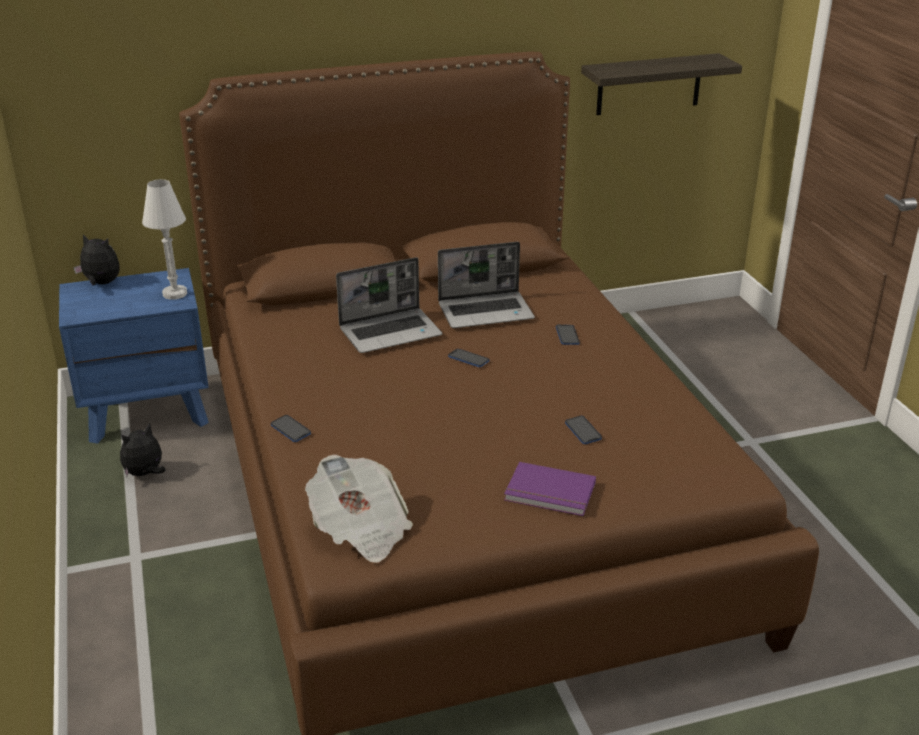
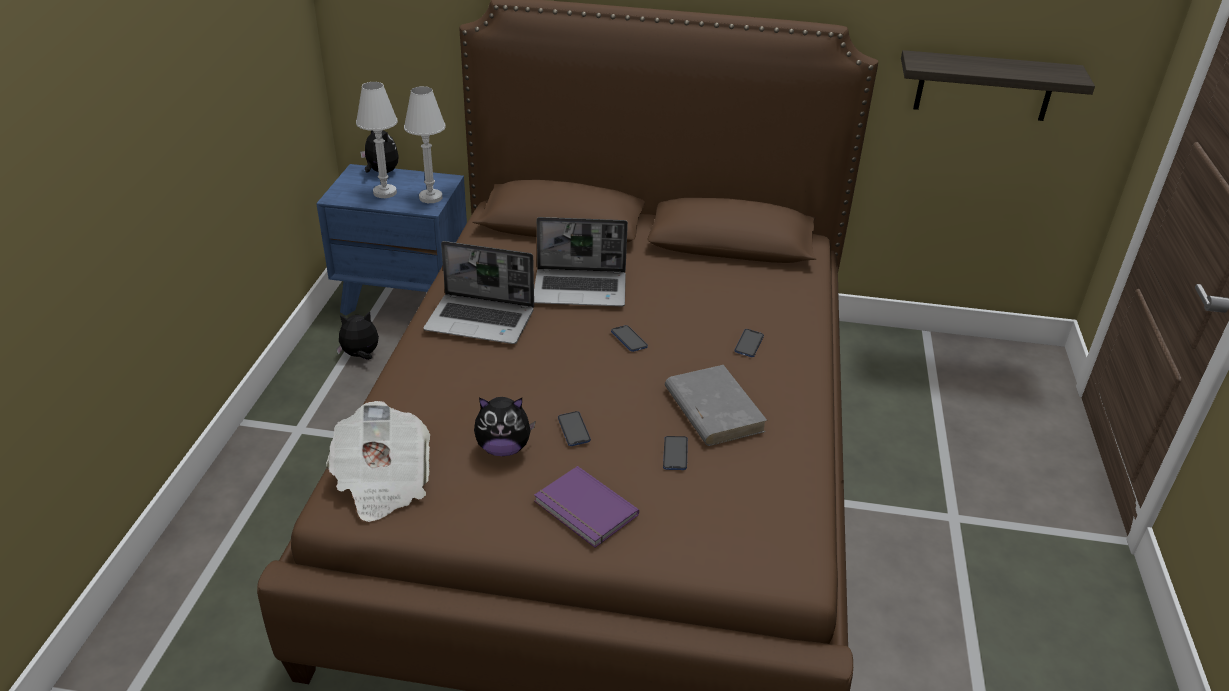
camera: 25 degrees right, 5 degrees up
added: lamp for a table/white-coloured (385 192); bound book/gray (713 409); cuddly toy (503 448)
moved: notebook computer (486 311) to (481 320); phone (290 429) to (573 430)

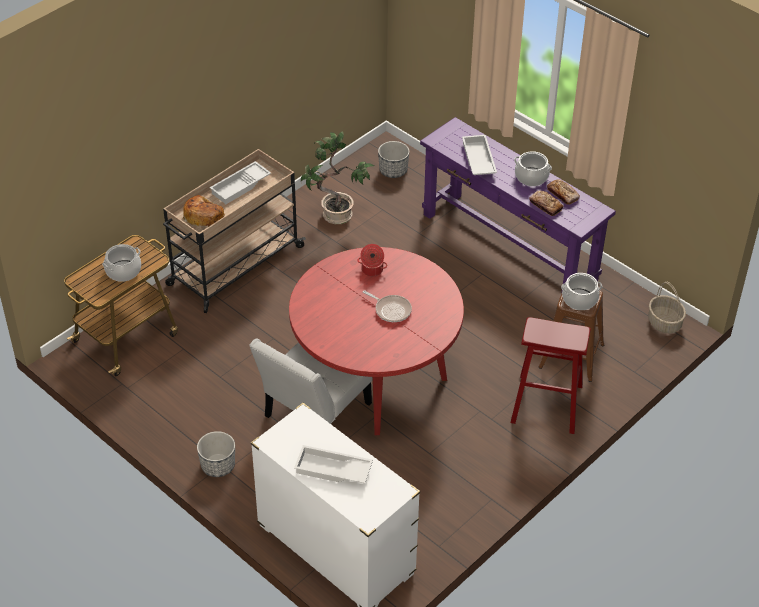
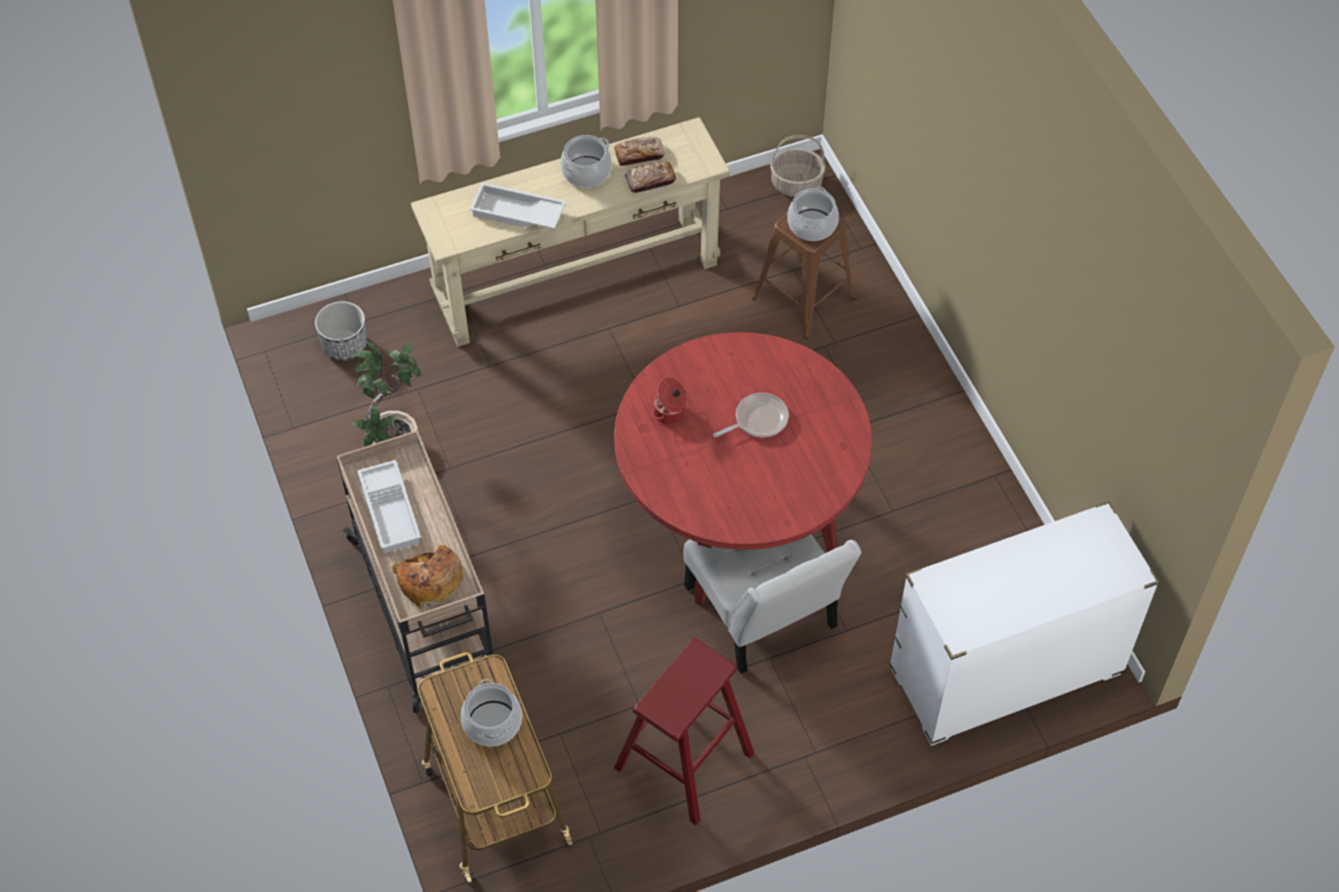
camera: 65 degrees left, 10 degrees up
removed: flower pot (218 465); serving tray/white-coloured (332 470)
moved: stool/red-coloured (546 403) to (684 761)
recoloured: narrow table/purplish (508 247) to narrow table/beige (576 280)

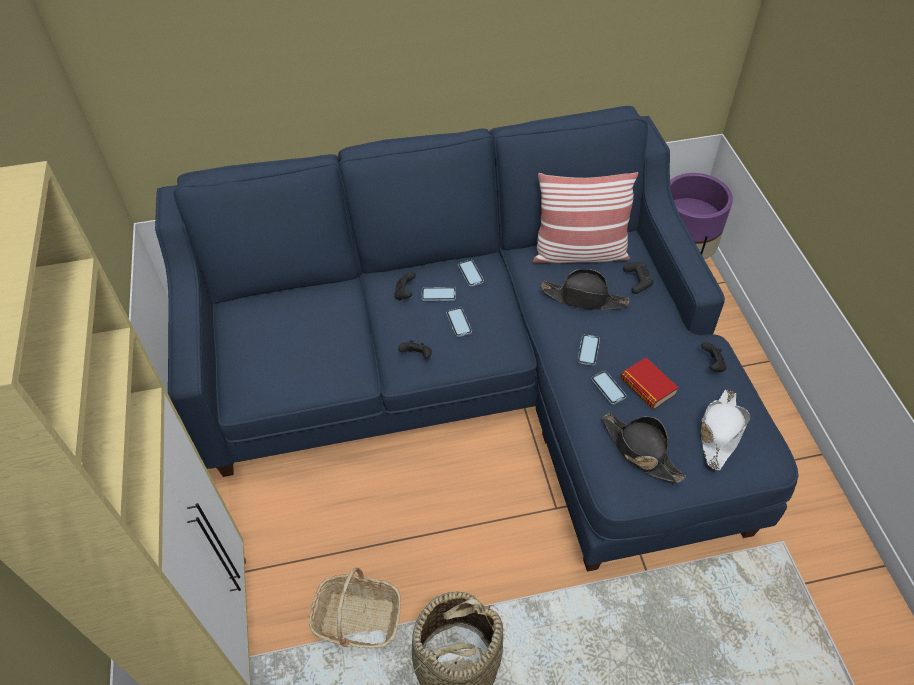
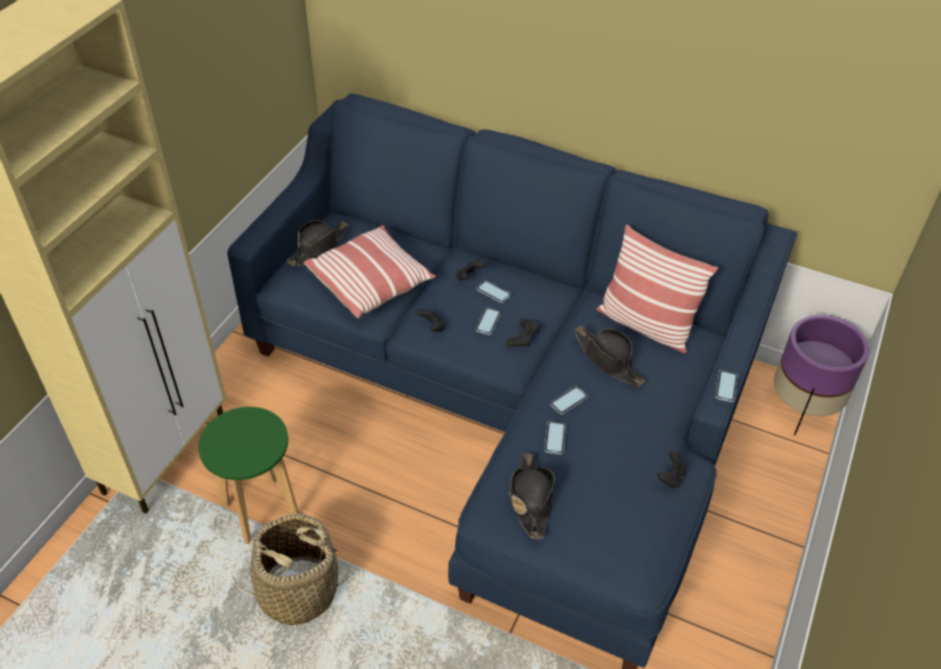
camera: 35 degrees right, 5 degrees down
removed: bound book (647 387); wearable hat/white-coloured (720 432)
added: wearable hat/black (319 247); cushion (371 283)
moved: phone (470 274) to (726 387); gamepad/black (637 280) to (523 338)
replaced: household basket (357 618) to stool/greenish (260 510)

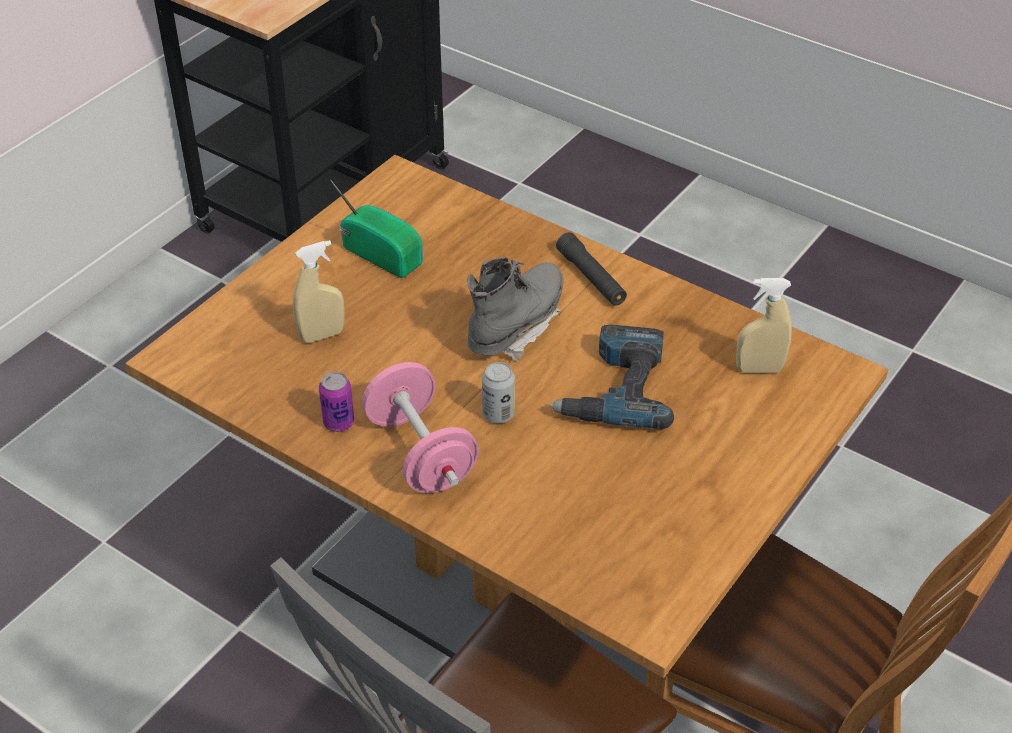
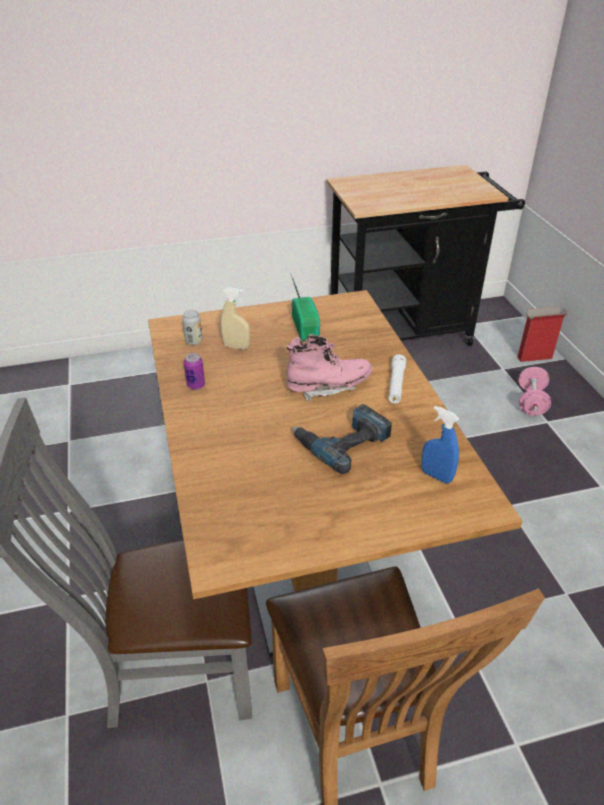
camera: 40 degrees right, 5 degrees down
added: packing box (534 358)
moved: free weight/pink (421 453) to (531 402); metal can (498 414) to (194 341)
recoloured: torch/black (591 278) to torch/white-coloured (396 384); boot/gray (516 327) to boot/pink (328 387); hand sprayer/beige (759 369) to hand sprayer/blue-coloured (436 476)

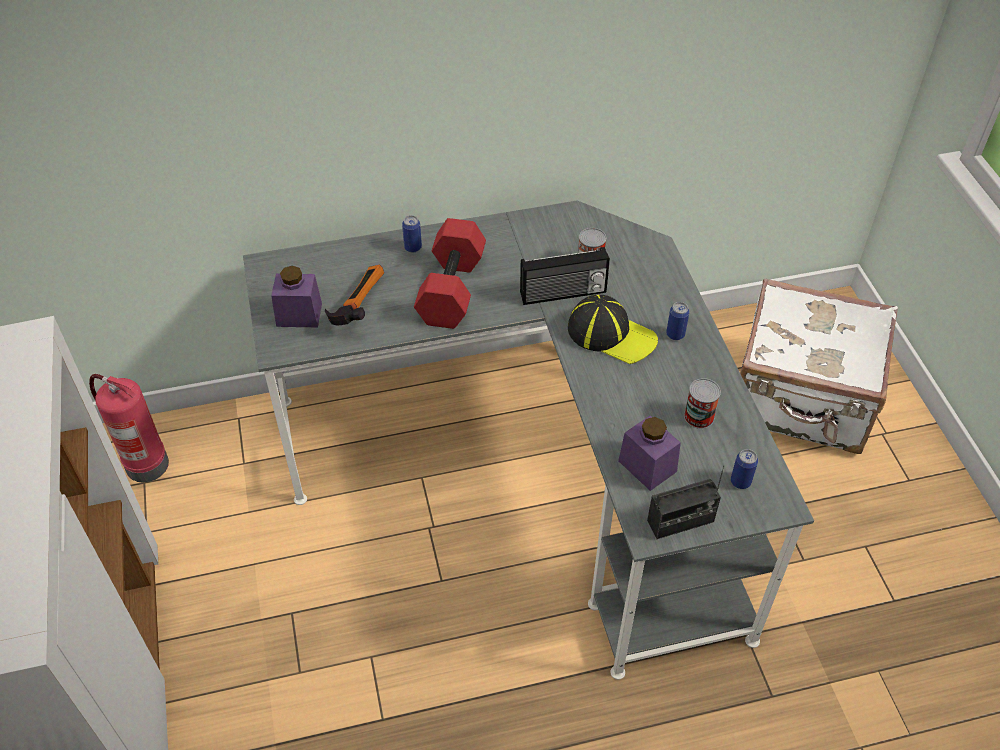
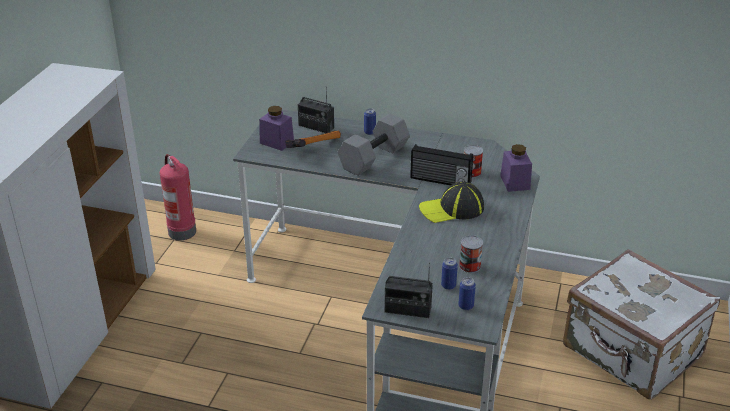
camera: 30 degrees right, 15 degrees down
added: radio set (316 127)
moved: metal can (675 334) to (448 285); storage jar/purplish (647 466) to (515 182)
recoloured: free weight/red-coloured (453 290) to free weight/gray (374 158)
turned: cap (611 334) = (452 209) 105 degrees clockwise

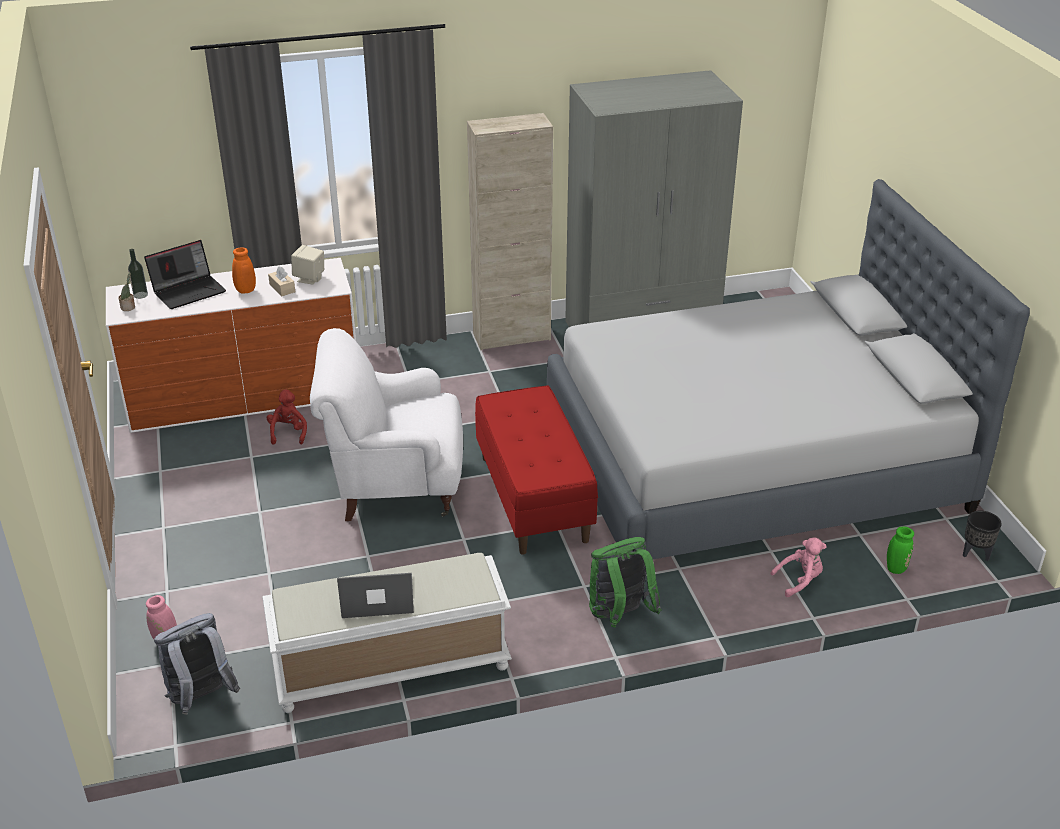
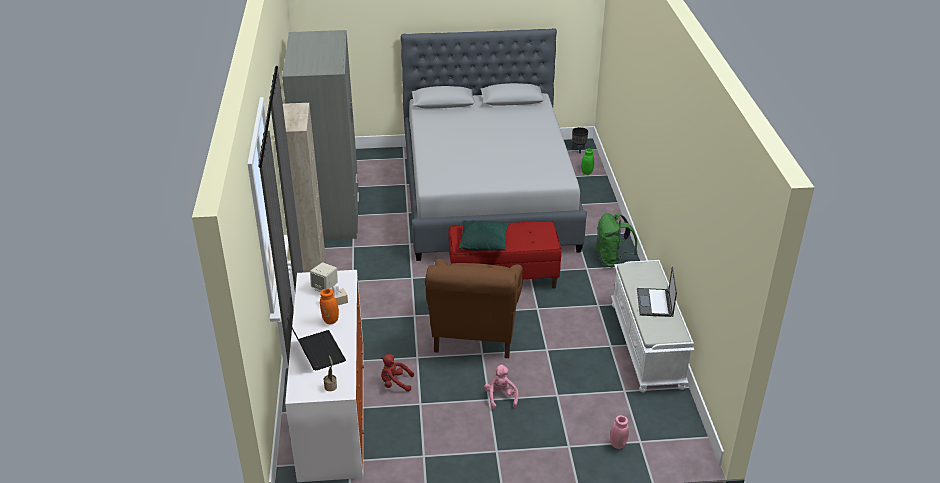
camera: 80 degrees left, 0 degrees up
removed: drink bottle (140 295); knapsack/gray (201 698)
added: cushion/greenish (484 243)
moved: cuddly toy/pink (799 580) to (500 397)
recoloured: armchair/white-coloured (395 485) to armchair/brownish (474 333)

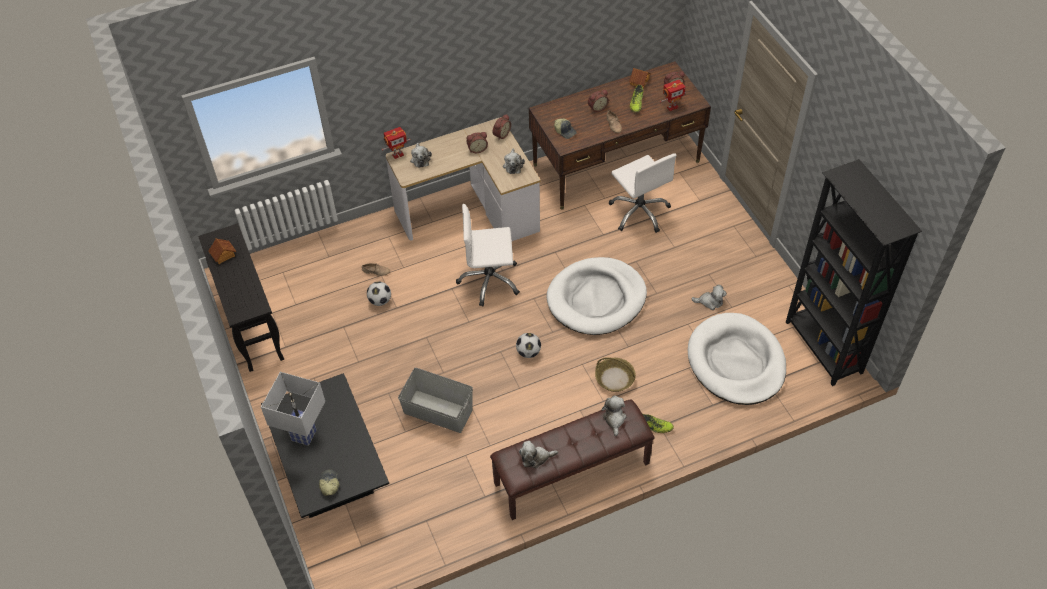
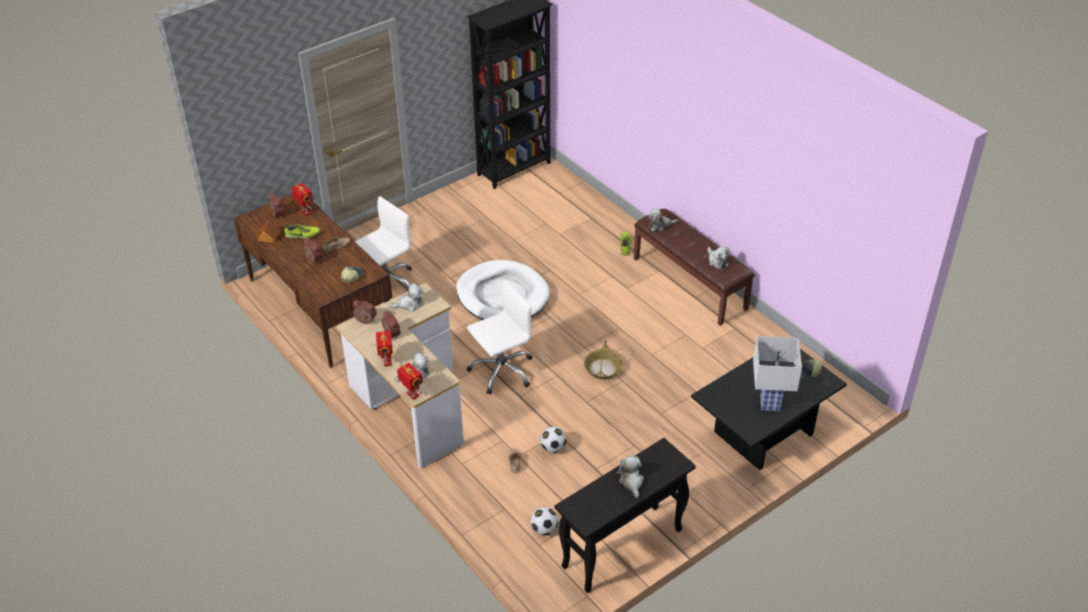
camera: 105 degrees left, 10 degrees down
removed: toy house (223 255); dog bed/white-coloured (736 362); storage bin/gray (438 411)
added: robot figure (386 362)
moved: cuddly toy (710 301) to (631 482); football (528 352) to (544 529); household basket (614 378) to (603 369)
turned: computer chair/white-coloured (489 281) = (501 370) 105 degrees counterclockwise

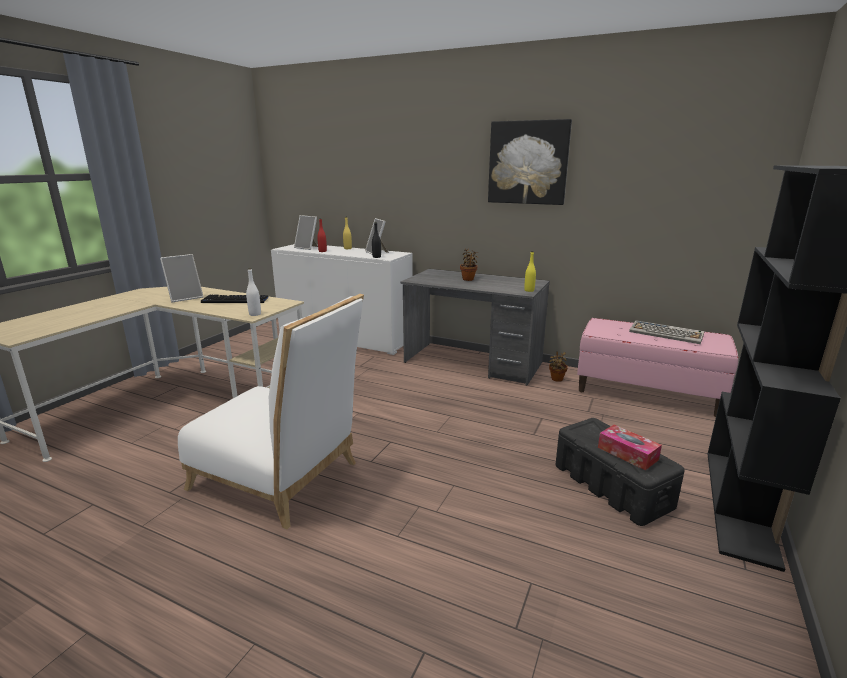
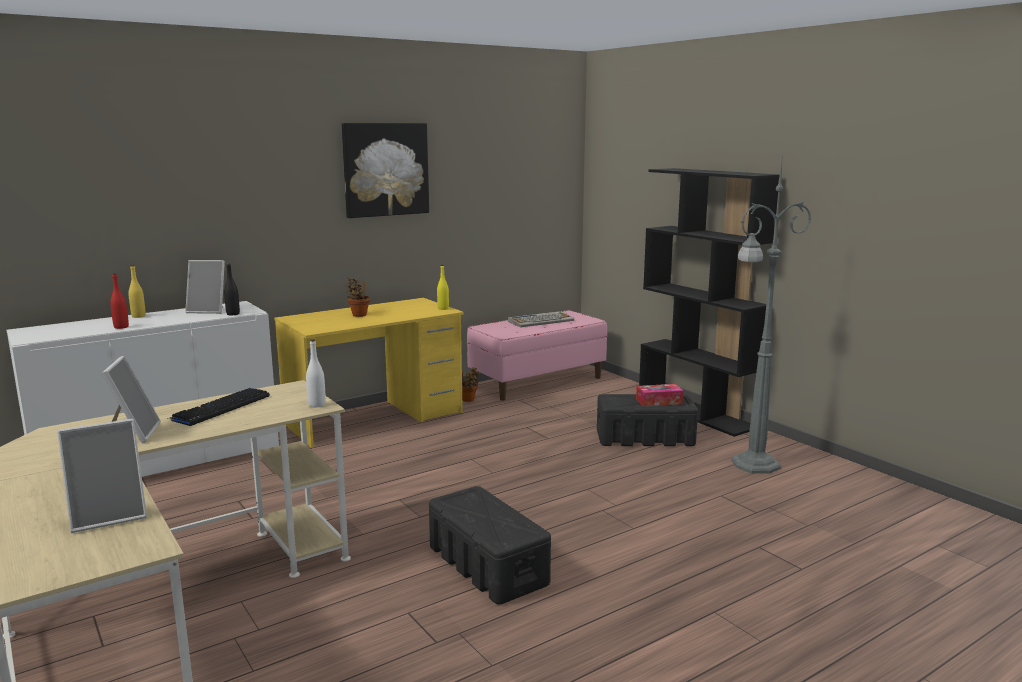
camera: 60 degrees left, 5 degrees down
added: standard lamp/gray (753 464)
moved: photo frame (308 248) to (109 516)
replaced: chair/white-coloured (282 479) to storage bin/black (488 566)
recoloured: desk/gray (472 363) to desk/yellow-coloured (374 419)

